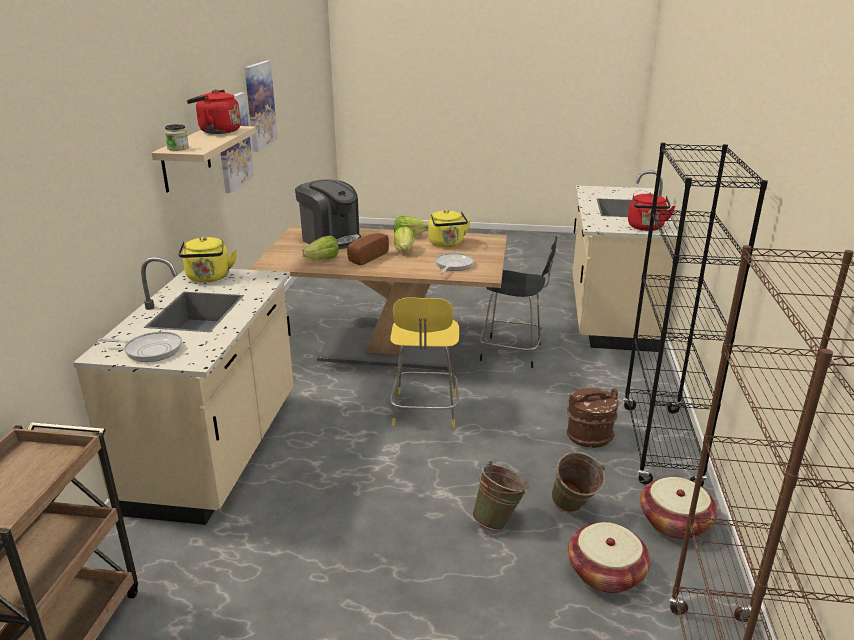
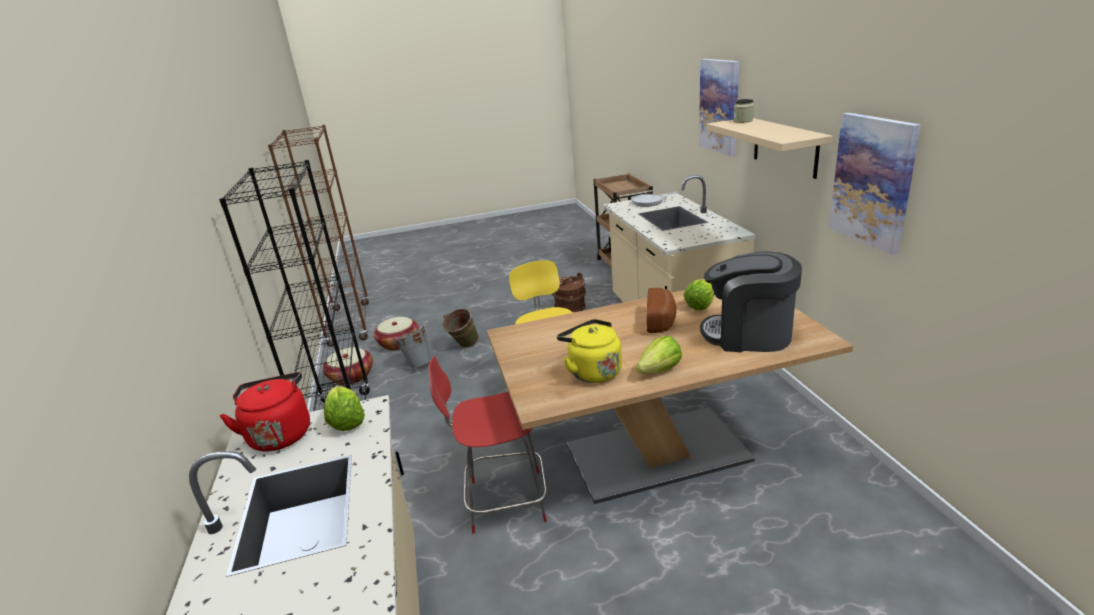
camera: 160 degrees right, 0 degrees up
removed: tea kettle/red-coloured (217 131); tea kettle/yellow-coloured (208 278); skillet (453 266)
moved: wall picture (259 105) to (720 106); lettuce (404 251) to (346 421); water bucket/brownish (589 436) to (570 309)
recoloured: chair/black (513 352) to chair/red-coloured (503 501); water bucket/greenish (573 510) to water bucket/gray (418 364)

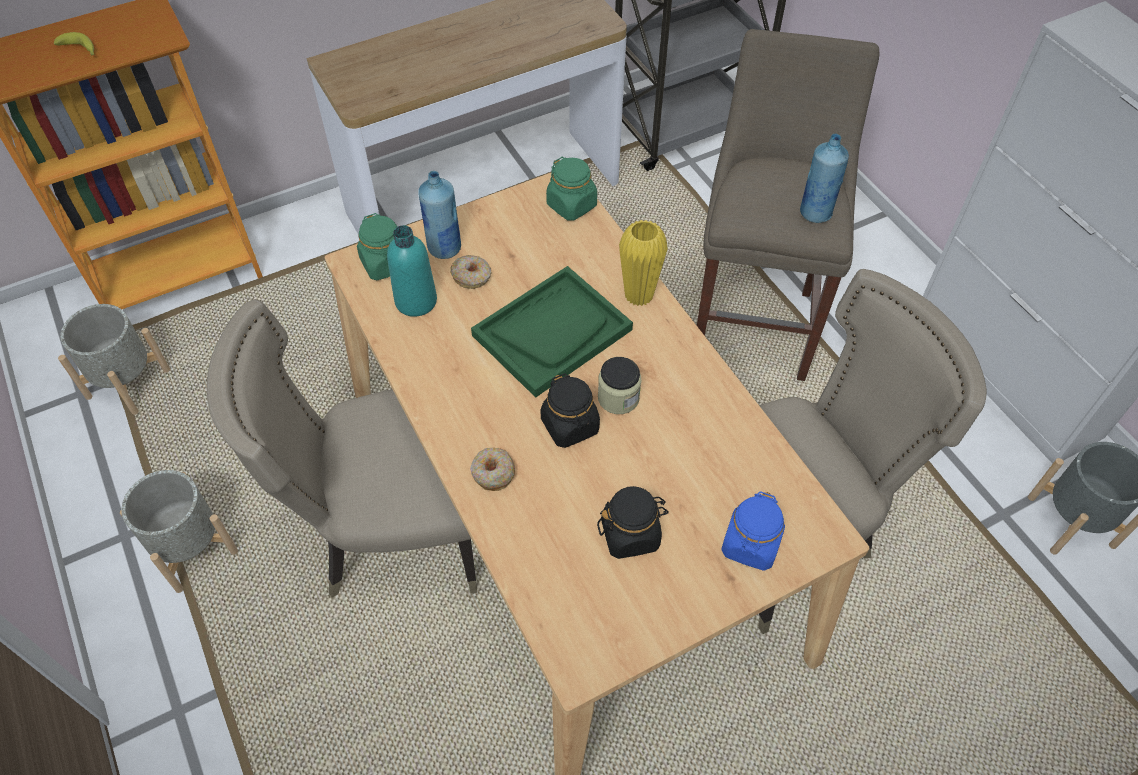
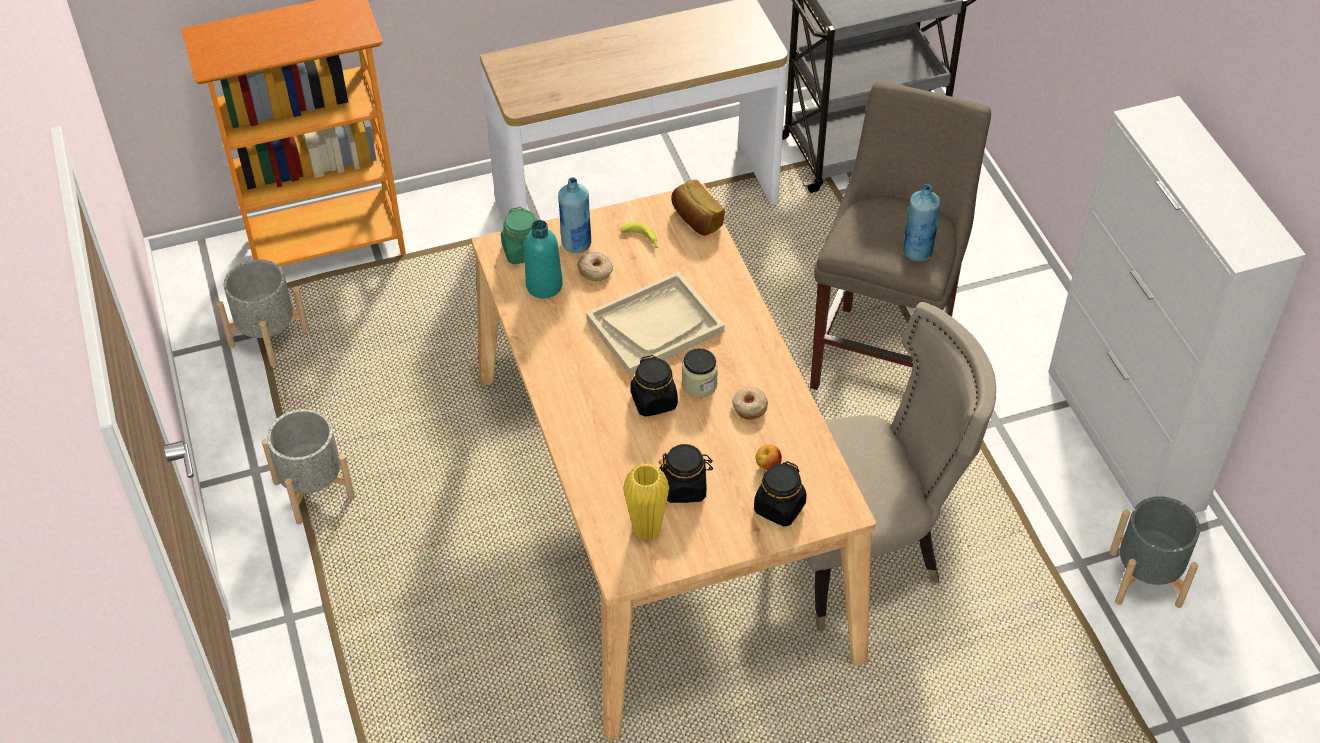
camera: 10 degrees right, 5 degrees down
removed: chair/beige (392 533)
added: apple fruit (768 465)
moved: banana fruit (80 50) to (642 239); decorative vase/yellow-coloured (639 295) to (647 529); donut (493 473) to (749 407)
replaced: storage jar/greenish (572 205) to bread (696 219)
recoloured: serving tray/greenish (552 332) to serving tray/beige (655 325); storage jar/blue-coloured (750 545) to storage jar/black (779 508)

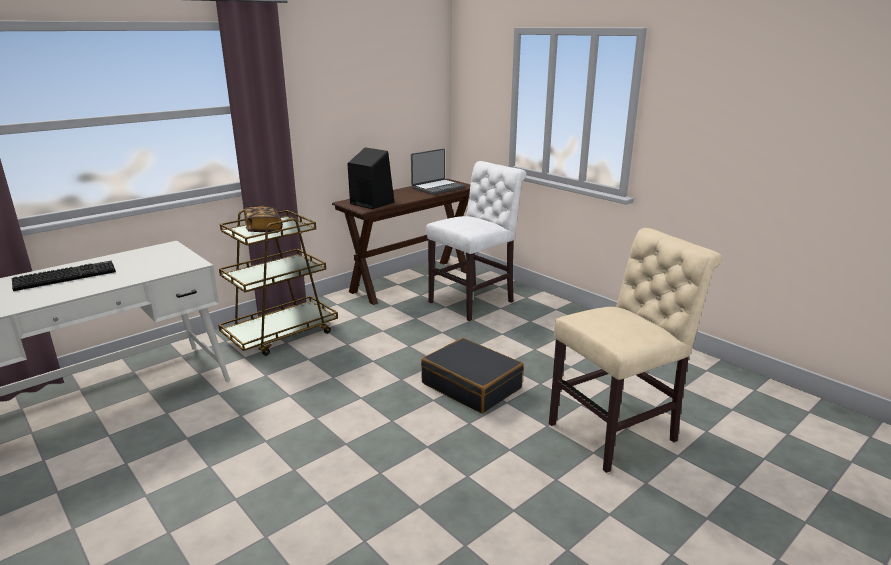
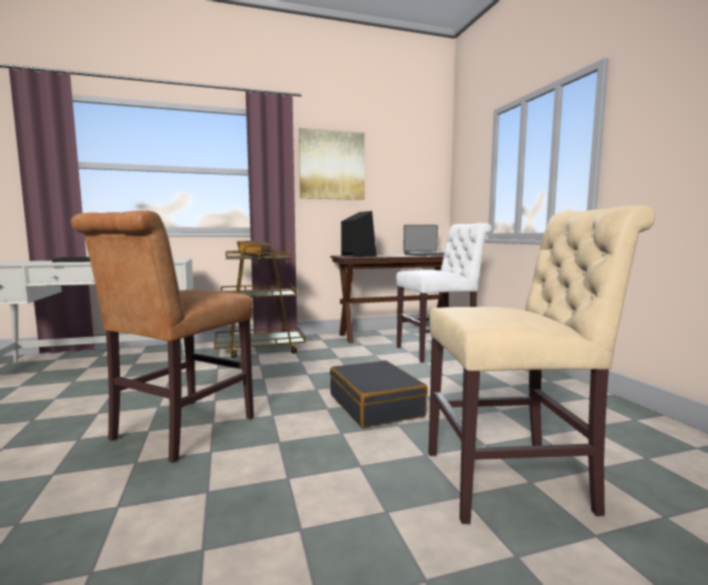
camera: 25 degrees right, 15 degrees down
added: wall picture (332 165); chair/brownish (178 431)

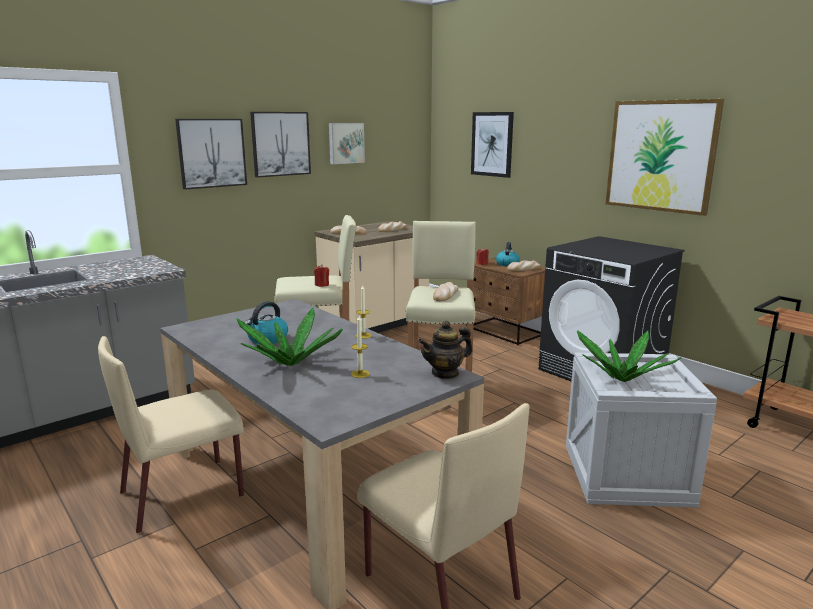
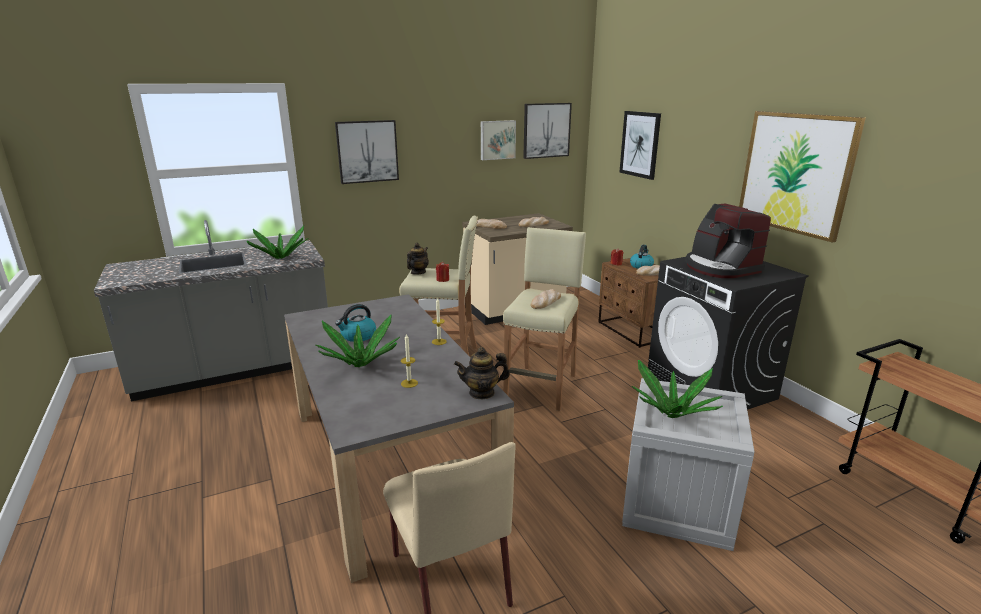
camera: 15 degrees right, 5 degrees up
removed: chair/beige (184 493)
added: coffee brewer (720 268); houseplant (280 257); pot for tea (418 272)
moved: wall picture (280 144) to (546 130)

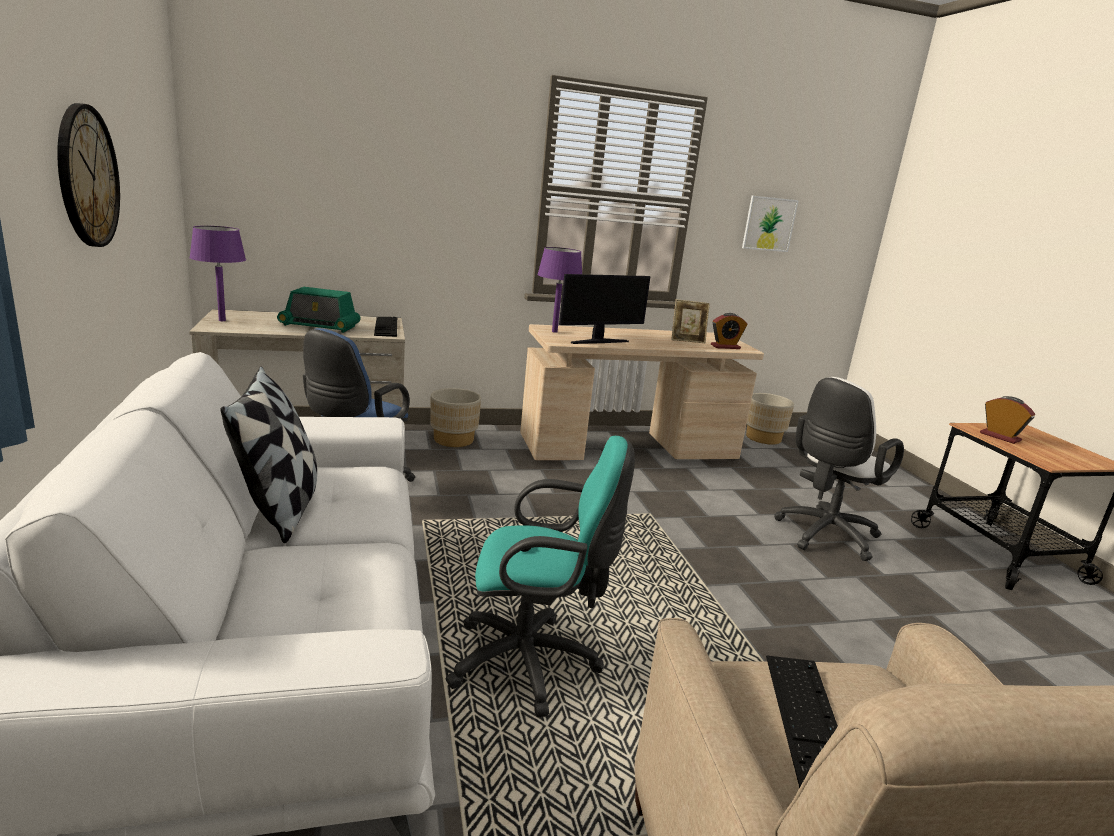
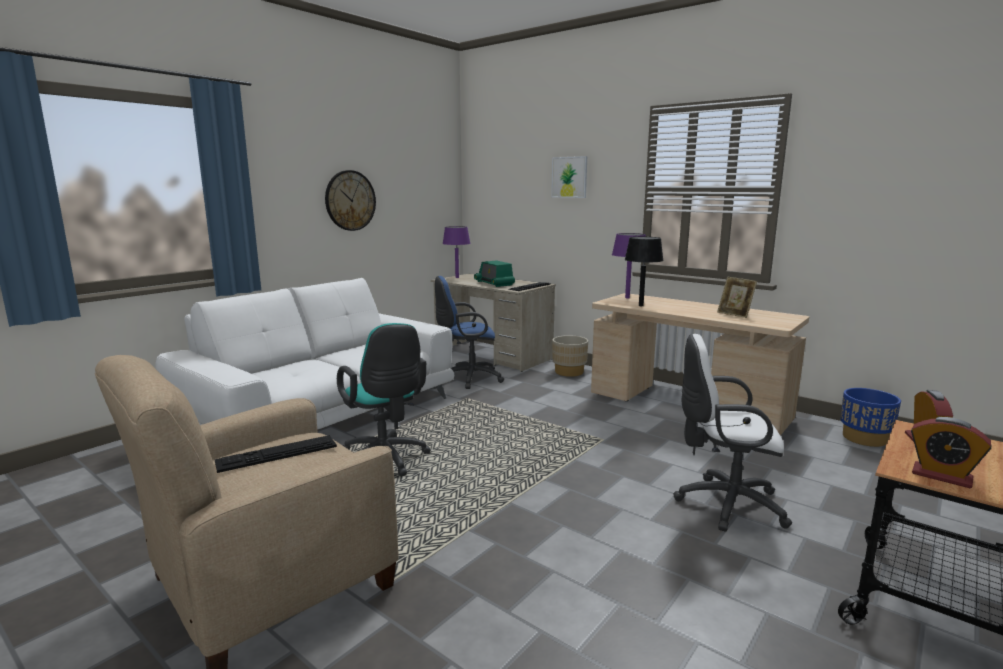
camera: 55 degrees right, 5 degrees down
removed: cushion (280 508)
moved: wall picture (769 224) to (569 177); bedside clock (725 347) to (941 476)
replaced: computer display (599 341) to lamp for a table/black (641 305)
recoloured: flower pot/beige (763 438) to flower pot/blue-coloured (864 438)

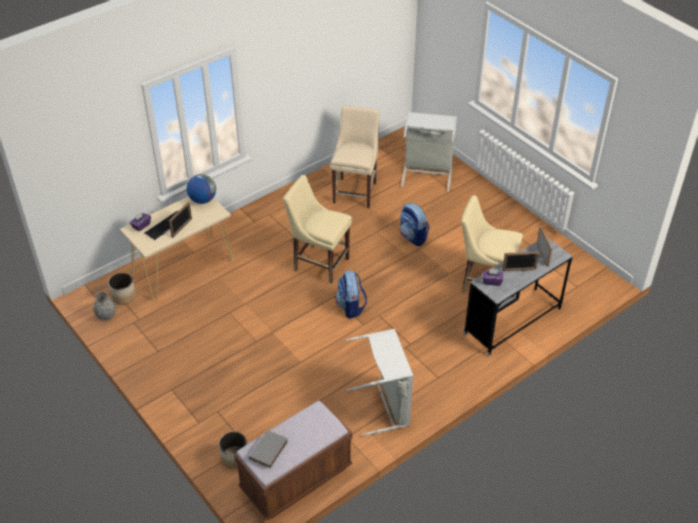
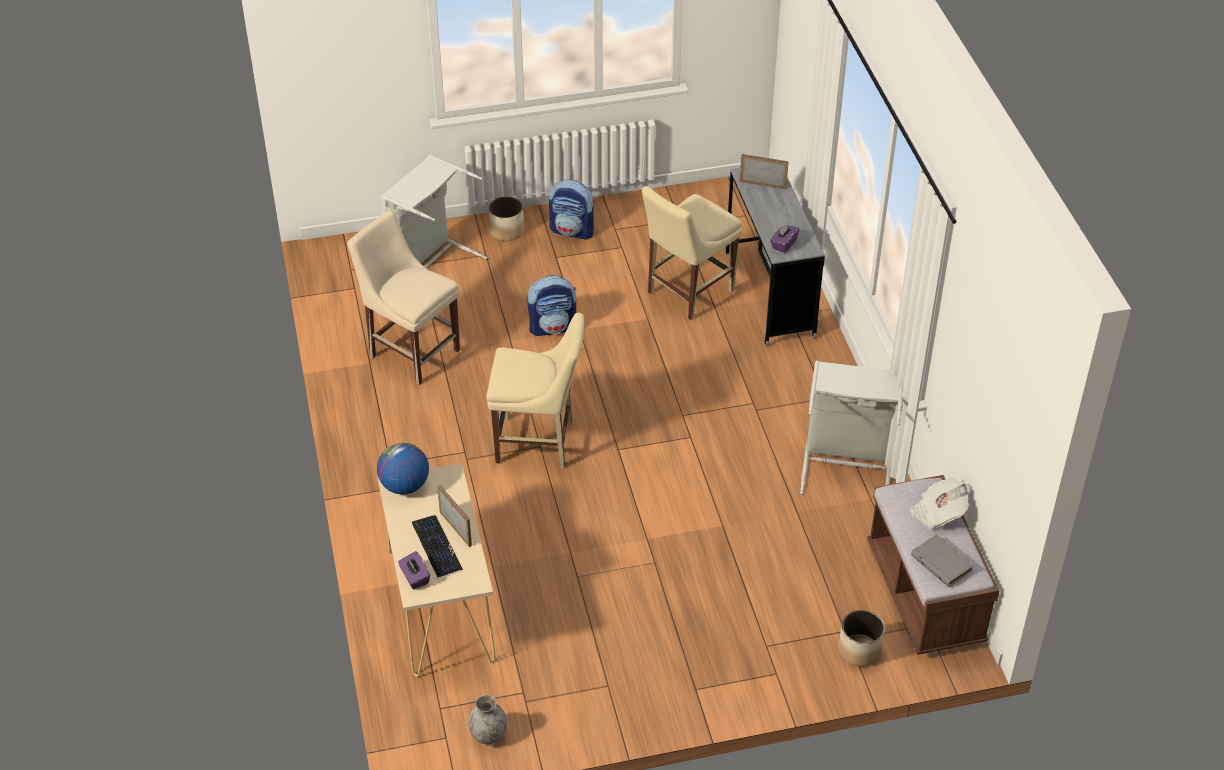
camera: 65 degrees left, 0 degrees up
removed: photo frame (519 270)
added: daily paper (938 513)
moved: knapsack (351 307) to (573 230); flower pot (124 296) to (506 231)
turned: chair/beige (319 263) = (539 443) 135 degrees counterclockwise

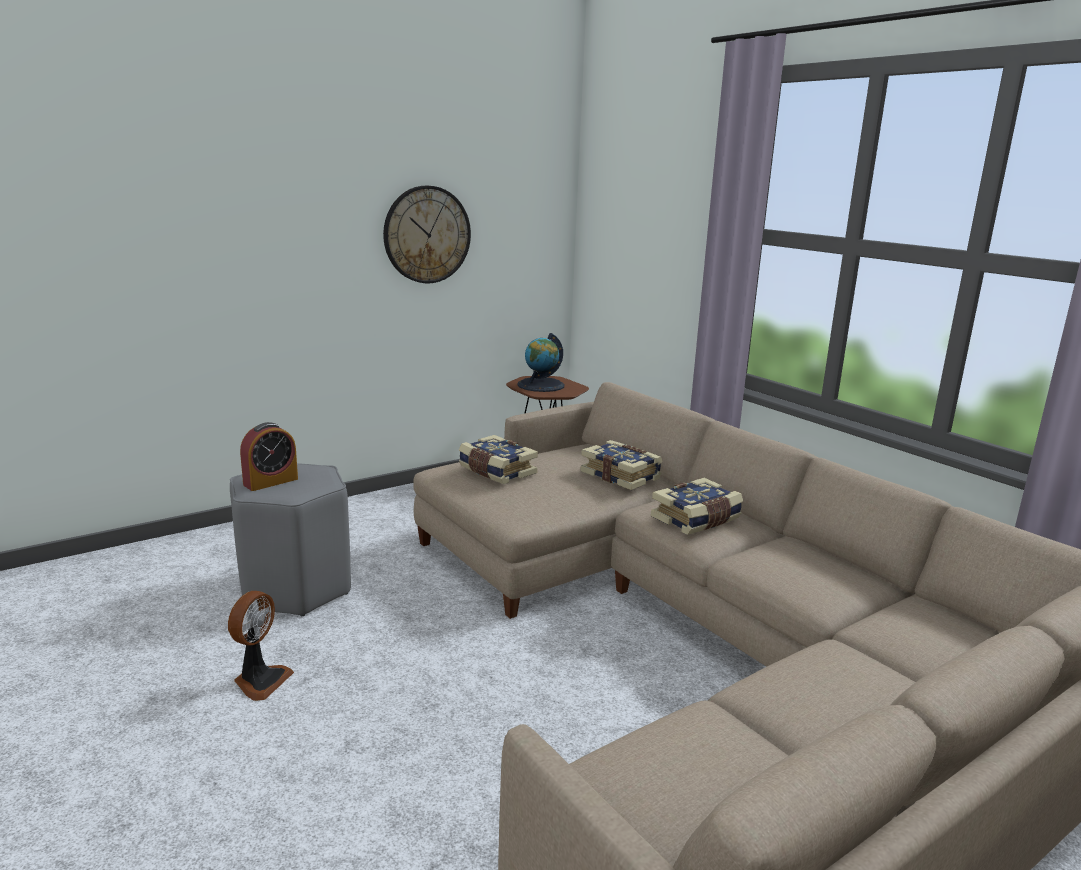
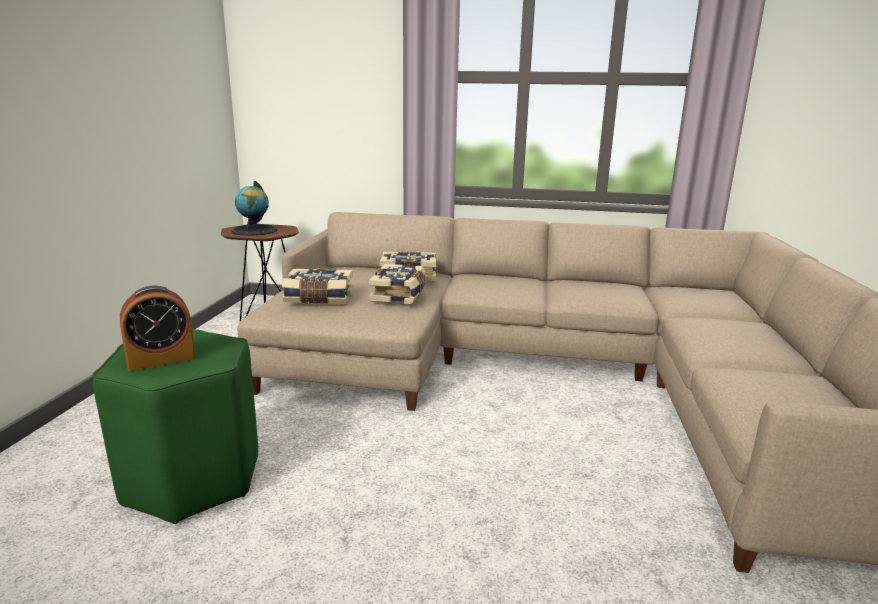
camera: 45 degrees left, 0 degrees up
removed: wall clock (427 235); electric fan (260 680)
moved: bound book (697 519) to (400 294)
recoloured: stool/gray (297 588) to stool/greenish (194 479)
turned: bedside clock (270 482) = (161 360) 60 degrees clockwise

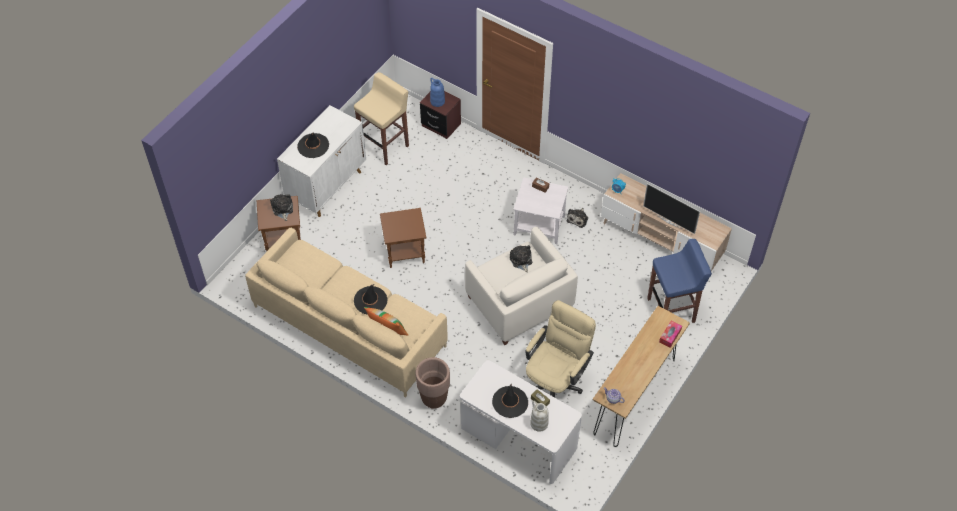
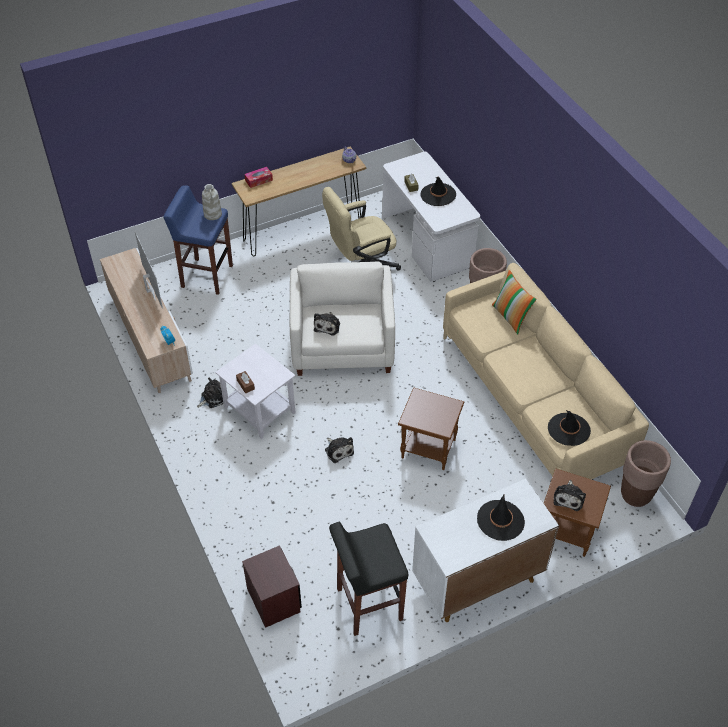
camera: 150 degrees left, 5 degrees down
removed: decorative vase/blue-coloured (437 101)
added: cuddly toy (338 450); flower pot/brownish (636 495)
moved: wearable hat/black (370 300) to (568 429); decorative vase/white-coloured (538 423) to (213 214)
recoloured: stool/beige (385 146) to stool/black (368 604)

